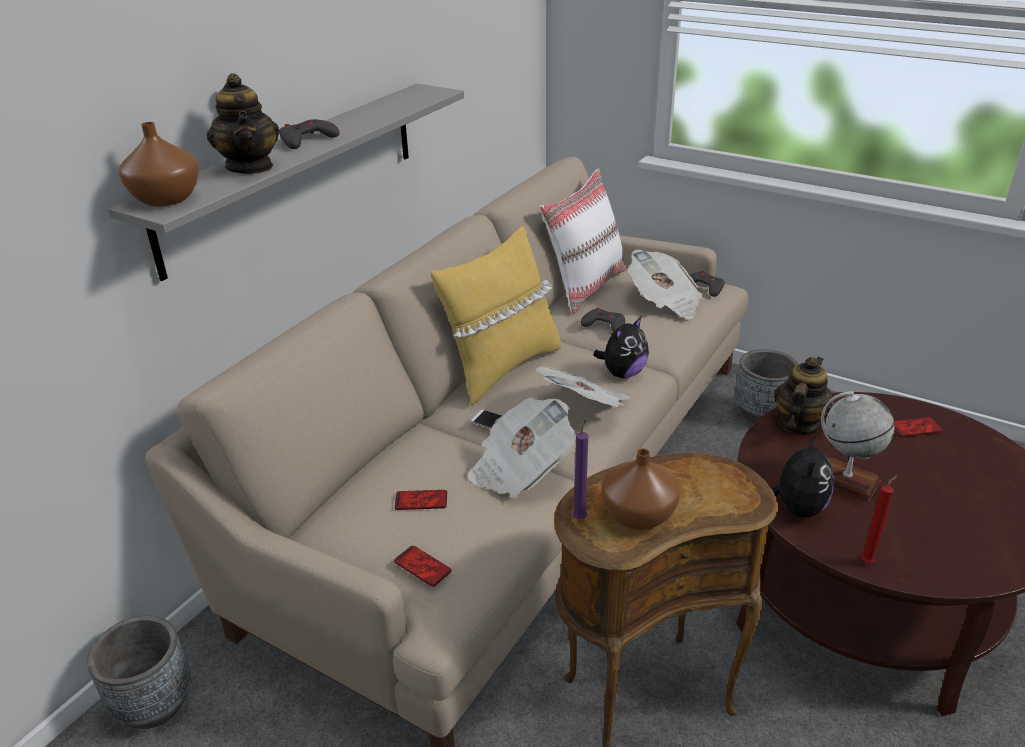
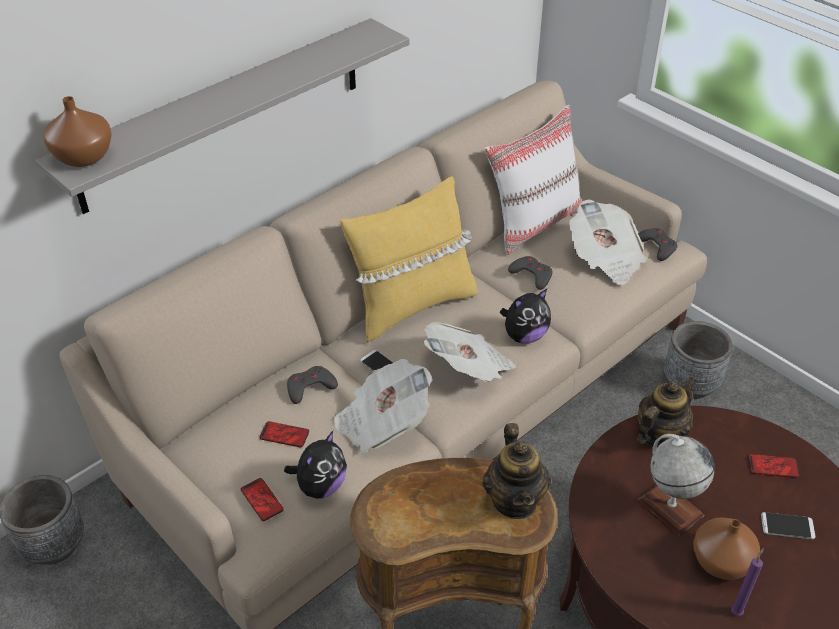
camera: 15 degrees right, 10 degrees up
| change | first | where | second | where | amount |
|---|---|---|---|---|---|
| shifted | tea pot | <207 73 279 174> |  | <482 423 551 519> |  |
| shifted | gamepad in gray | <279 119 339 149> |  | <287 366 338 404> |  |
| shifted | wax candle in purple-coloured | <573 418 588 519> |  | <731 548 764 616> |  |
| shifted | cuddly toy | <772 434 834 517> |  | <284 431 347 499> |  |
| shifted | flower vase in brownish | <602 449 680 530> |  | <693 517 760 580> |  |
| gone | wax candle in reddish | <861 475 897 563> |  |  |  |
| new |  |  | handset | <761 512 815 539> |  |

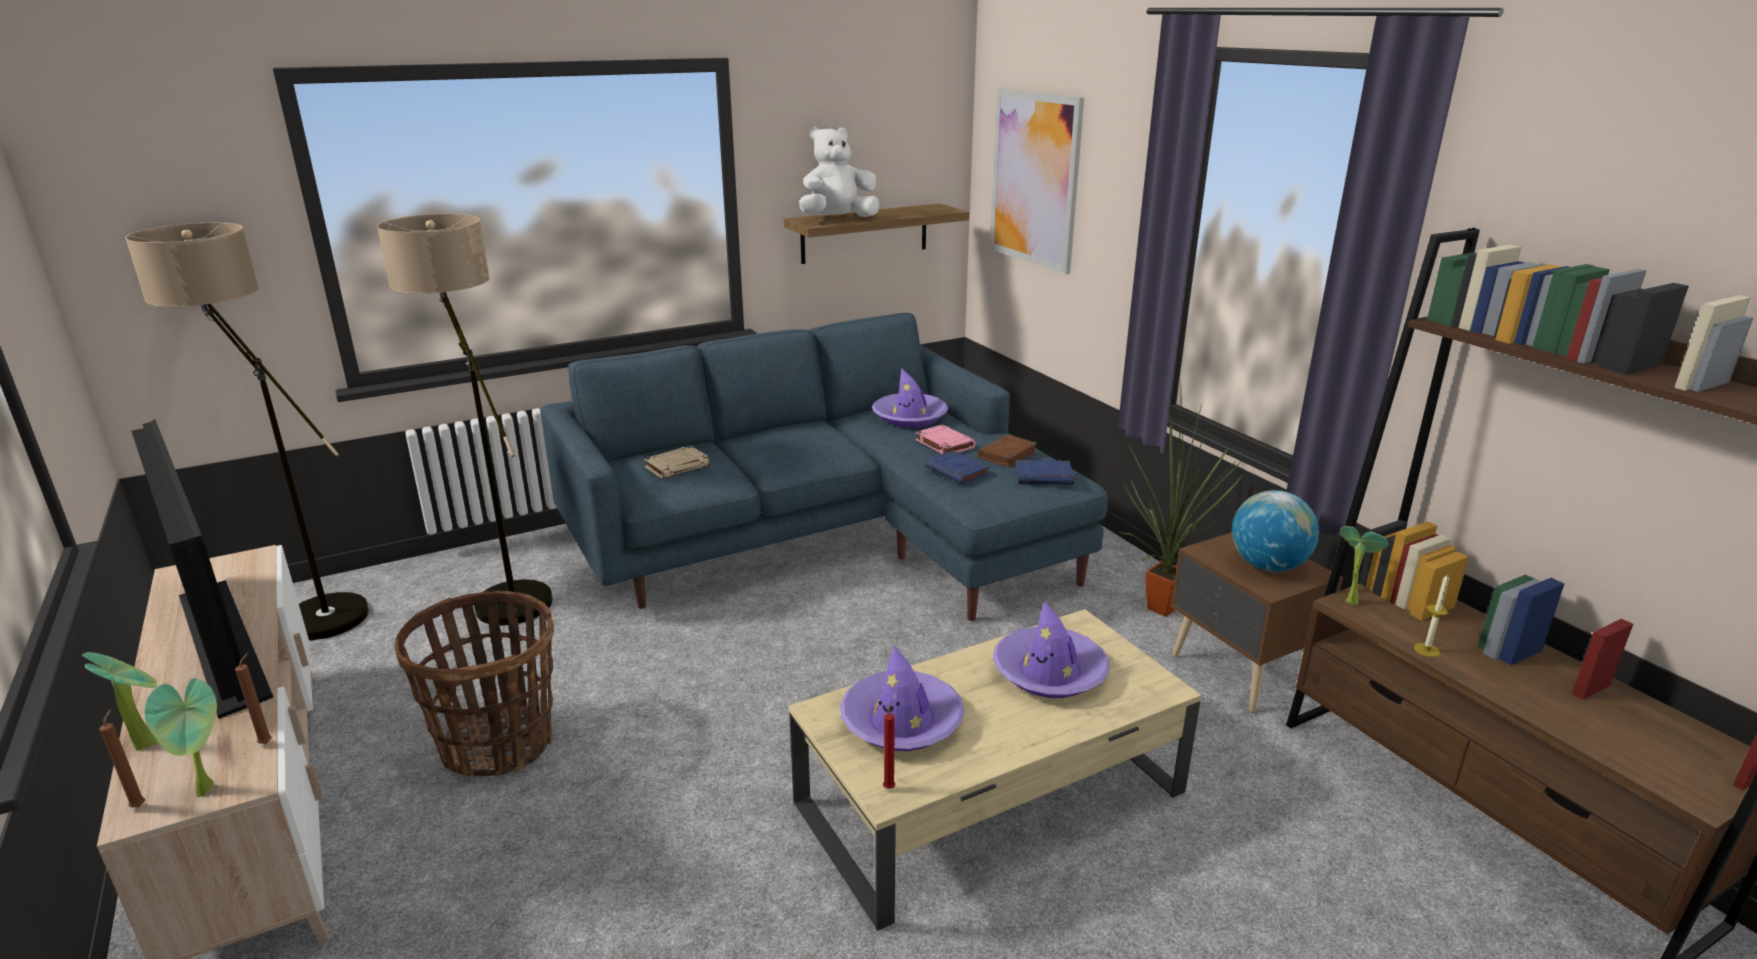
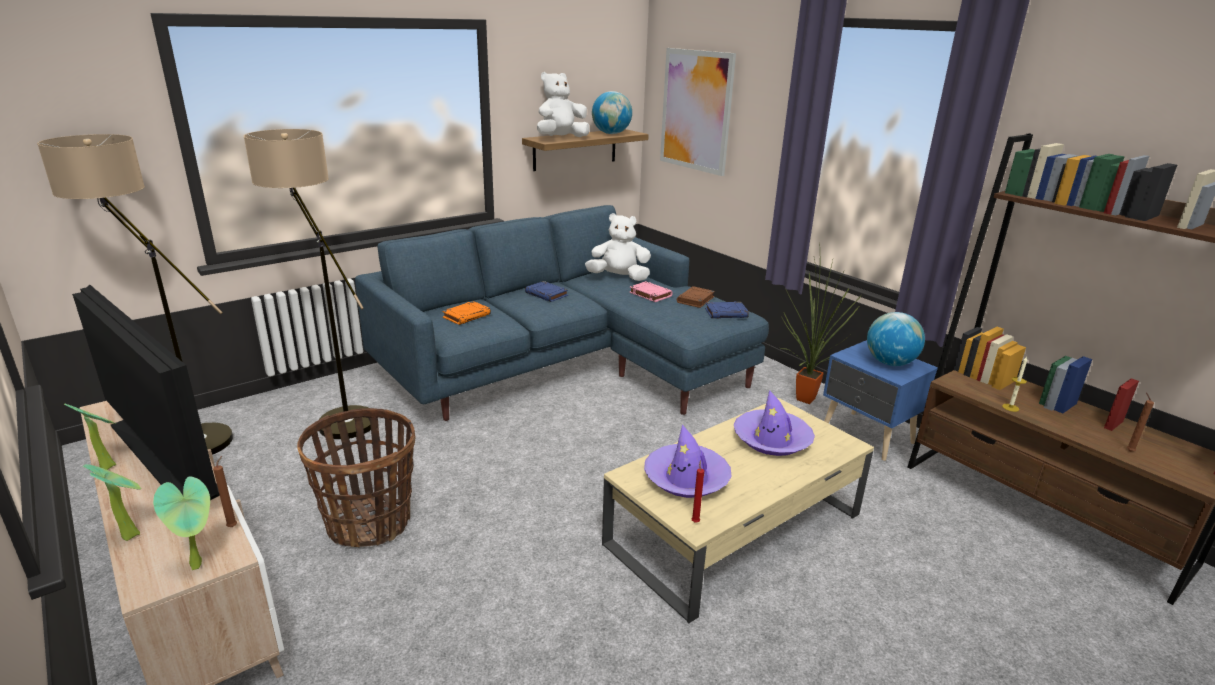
camera: 10 degrees left, 0 degrees up
| change | first | where | second | where | amount |
|---|---|---|---|---|---|
| swapped | hat in purple-coloured | <872 368 948 428> | cuddly toy in white | <585 213 651 281> |  |
| repainted | bound book in beige | <644 445 710 479> | bound book in orange-coloured | <442 301 491 325> |  |
| shifted | bound book in blue-coloured | <925 450 990 485> |  | <525 281 568 302> |  |
| shifted | potted plant | <1340 526 1388 606> |  | <64 404 116 470> |  |
| repainted | nightstand in brownish | <1171 532 1343 712> | nightstand in blue-coloured | <823 340 938 461> |  |
| shifted | wax candle in brownish | <99 709 145 807> |  | <1127 393 1154 452> |  |
| new |  |  | world globe | <592 91 632 134> |  |

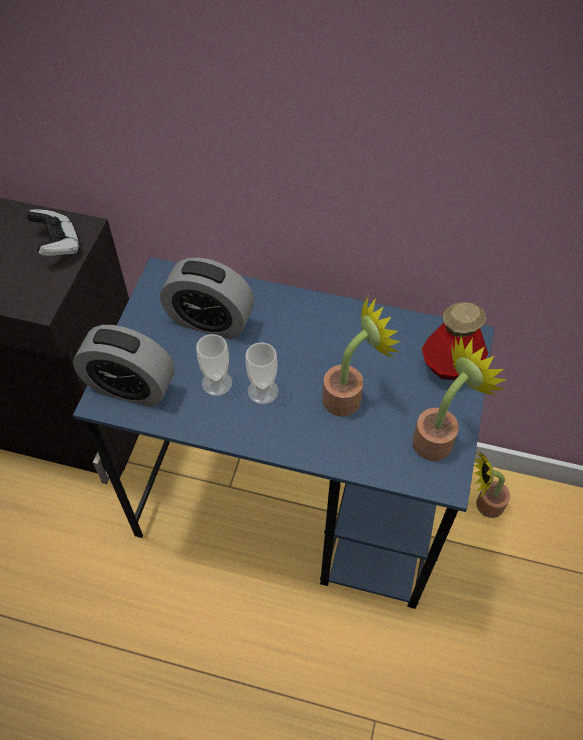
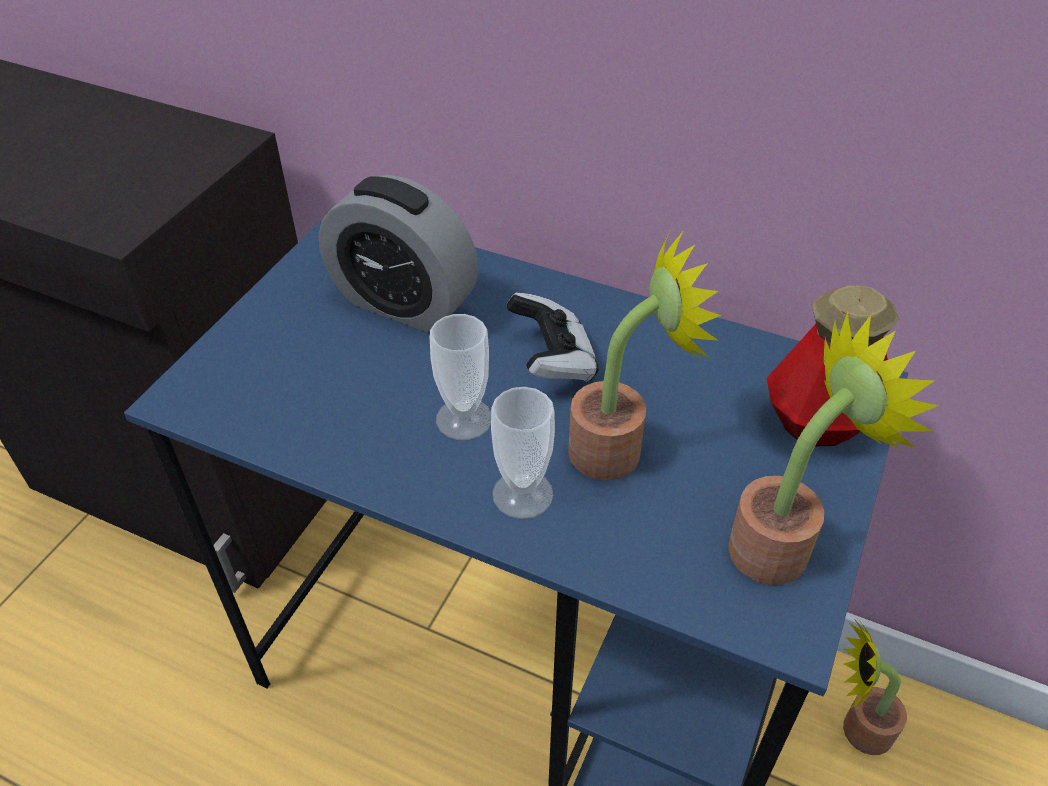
camera: 10 degrees right, 10 degrees down
| change | first | where | second | where | amount |
|---|---|---|---|---|---|
| shifted | gamepad | <26 209 80 256> |  | <506 292 598 382> |  |
| gone | bedside clock | <73 325 175 407> |  |  |  |
| shifted | cup | <196 334 232 396> |  | <491 387 555 519> |  |

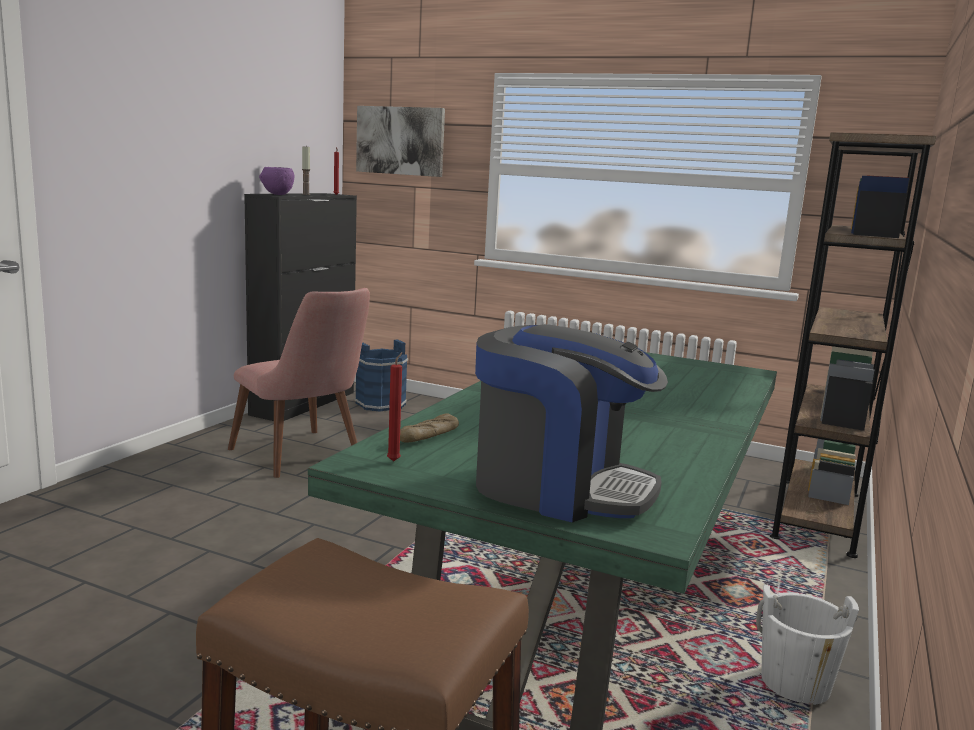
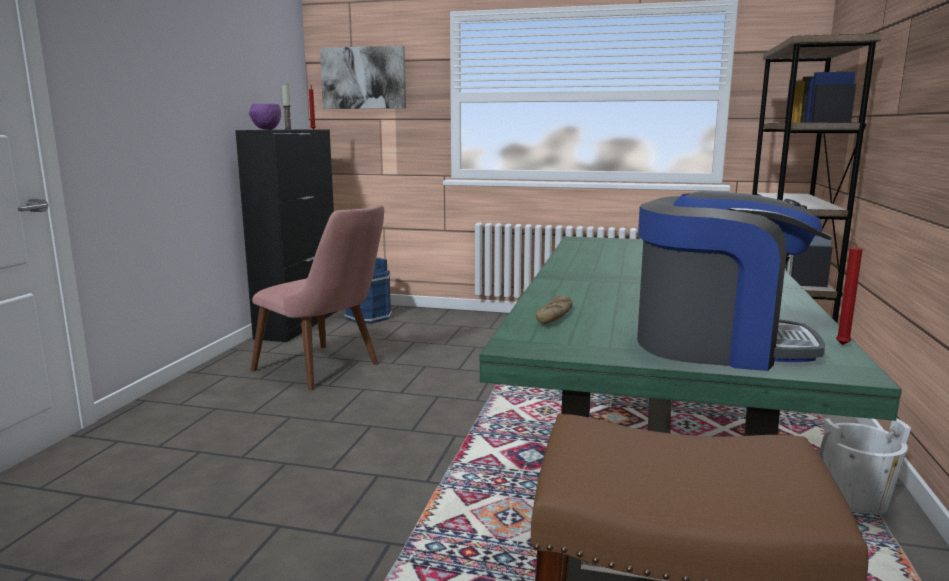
camera: 10 degrees left, 0 degrees up
| change | first | where | second | where | amount |
|---|---|---|---|---|---|
| shifted | wax candle in reddish | <387 352 402 461> |  | <836 235 863 345> |  |

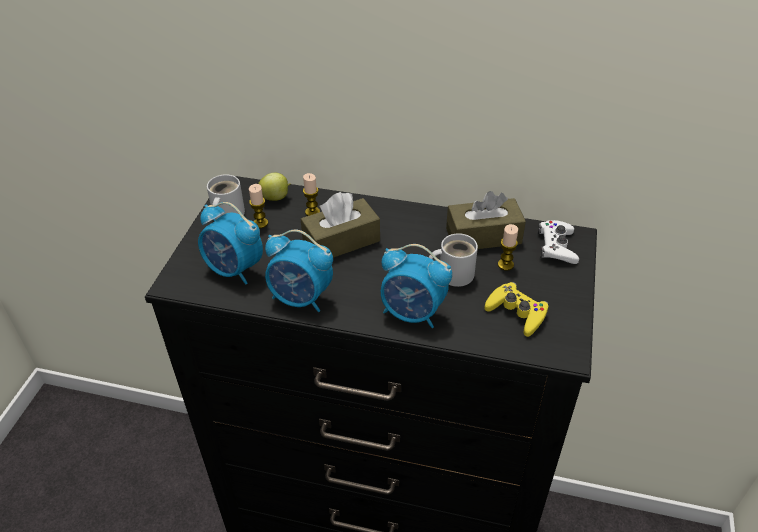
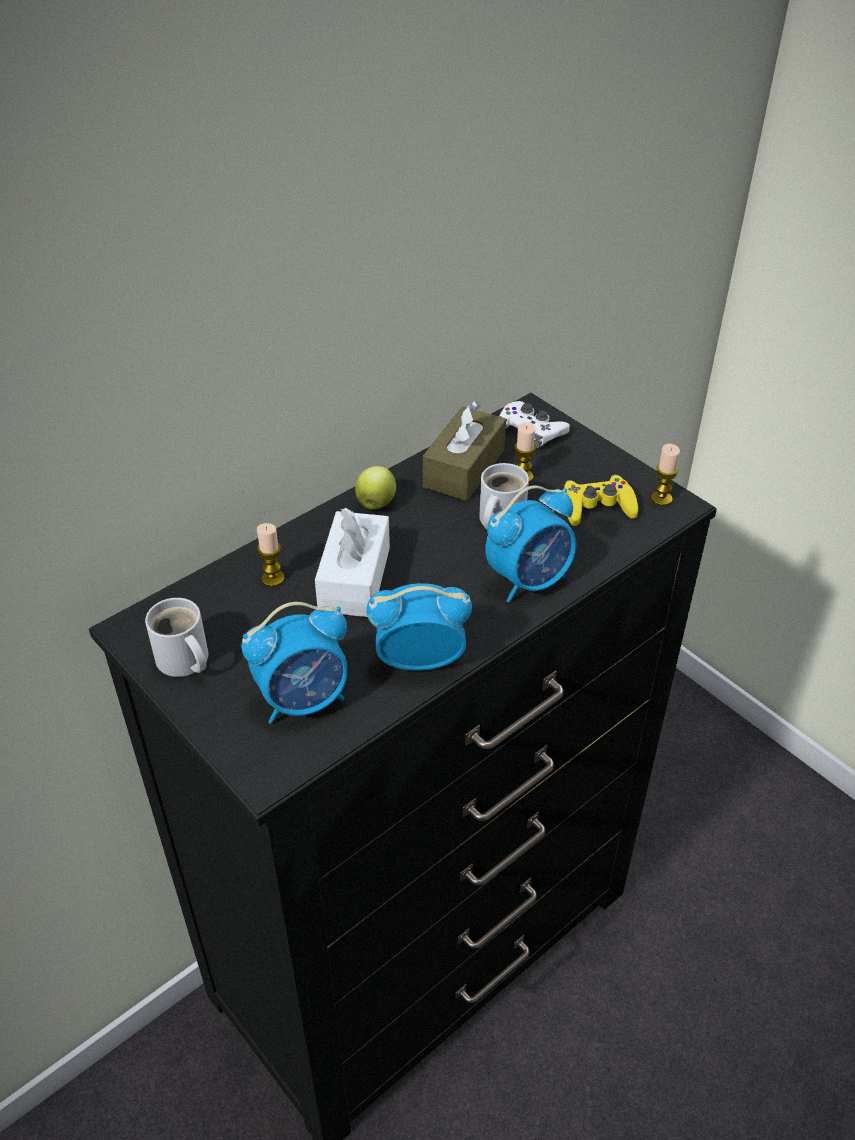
camera: 55 degrees left, 0 degrees up
| change | first | where | second | where | amount |
|---|---|---|---|---|---|
| shifted | apple | <258 173 291 201> |  | <355 466 396 510> |  |
| shifted | wax candle | <249 184 268 228> |  | <651 444 680 506> |  |
| repainted | tissue holder in brownish | <300 192 380 258> | tissue holder in white | <315 508 390 617> |  |
| rotated | bedside clock | <265 229 333 312> |  | <367 583 472 671> | 150 degrees counterclockwise |

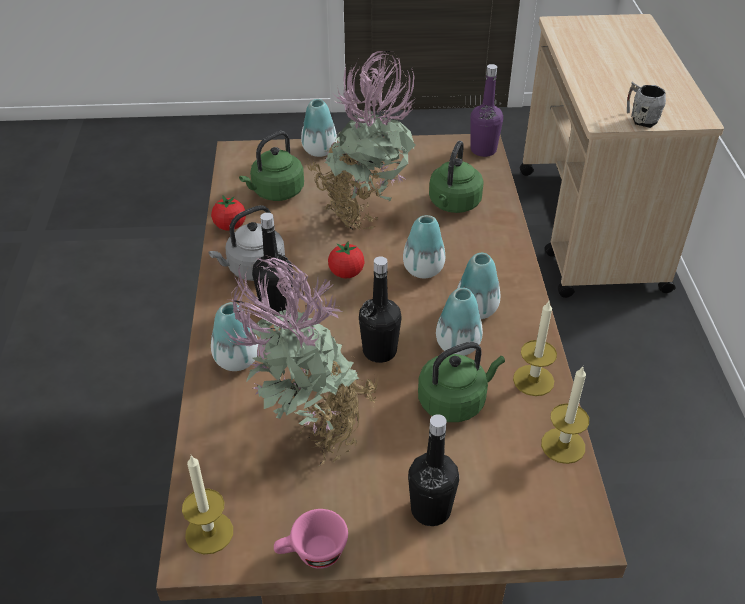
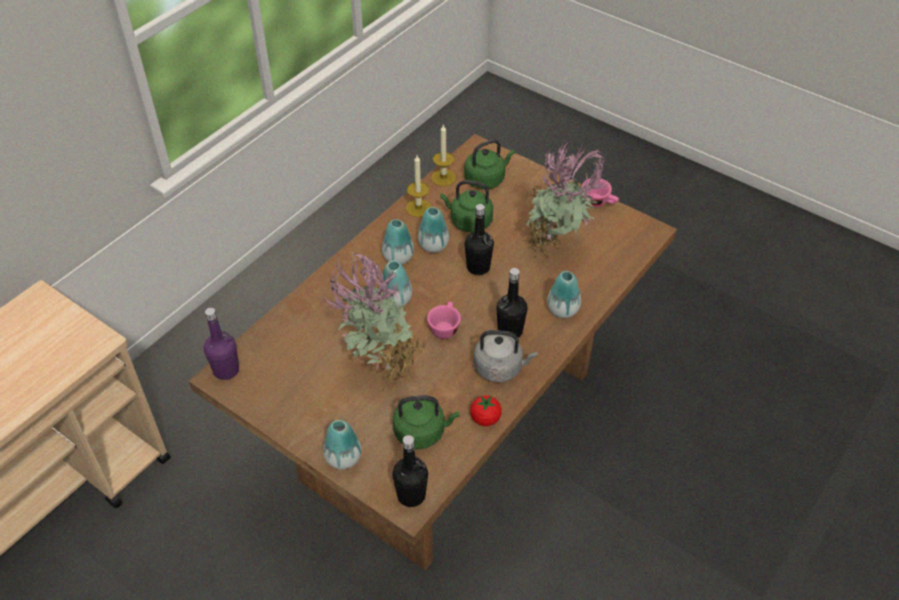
camera: 140 degrees left, 5 degrees up
| change | first | where | second | where | amount |
|---|---|---|---|---|---|
| gone | mug in gray | <627 81 666 128> |  |  |  |
| shifted | kettle in greenish | <429 141 484 213> |  | <464 139 515 189> |  |
| swapped | fresh tomato | <328 241 364 278> | cup in pink-coloured | <427 302 461 339> |  |
| shifted | beverage bottle in blackish | <408 414 459 526> |  | <393 435 428 507> |  |
| gone | wax candle | <182 455 233 554> |  |  |  |

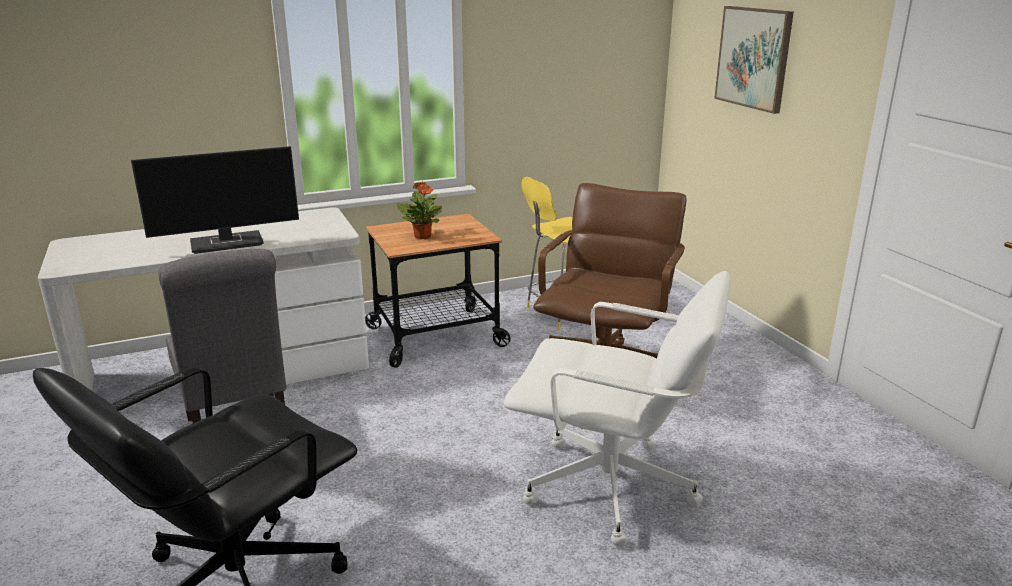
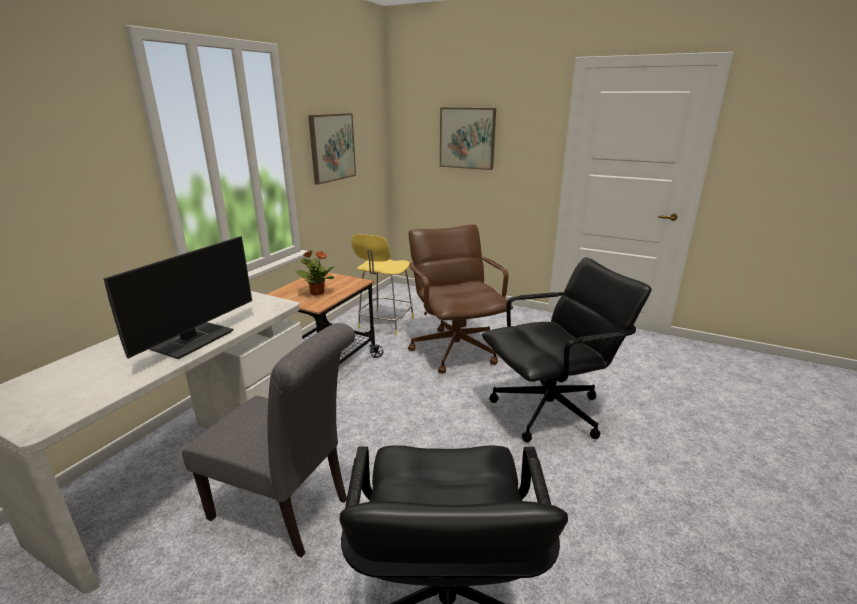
camera: 40 degrees left, 0 degrees up
| change | first | where | second | where | amount |
|---|---|---|---|---|---|
| repainted | computer chair in white | <504 271 730 546> | computer chair in blackish | <482 257 652 442> |  |
| new |  |  | picture | <308 113 356 185> |  |

